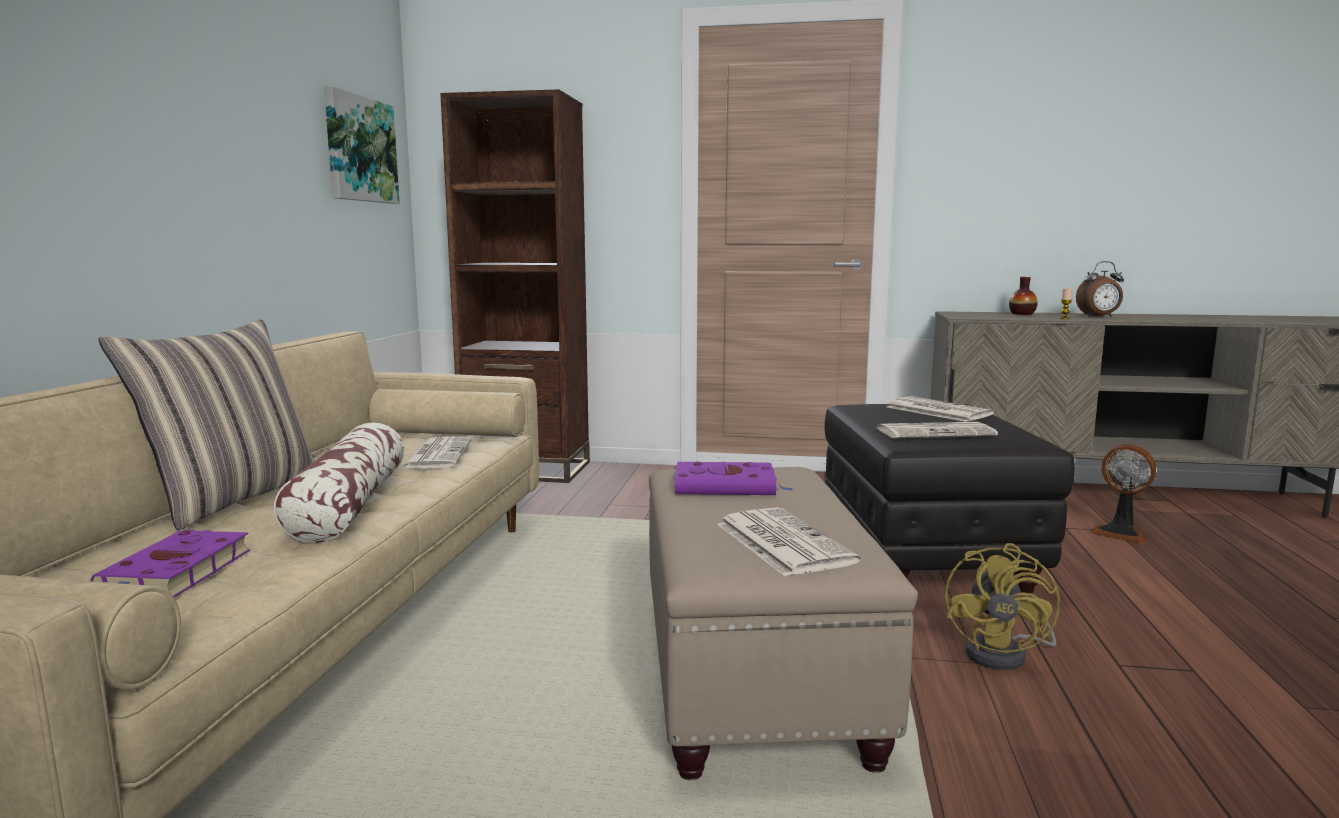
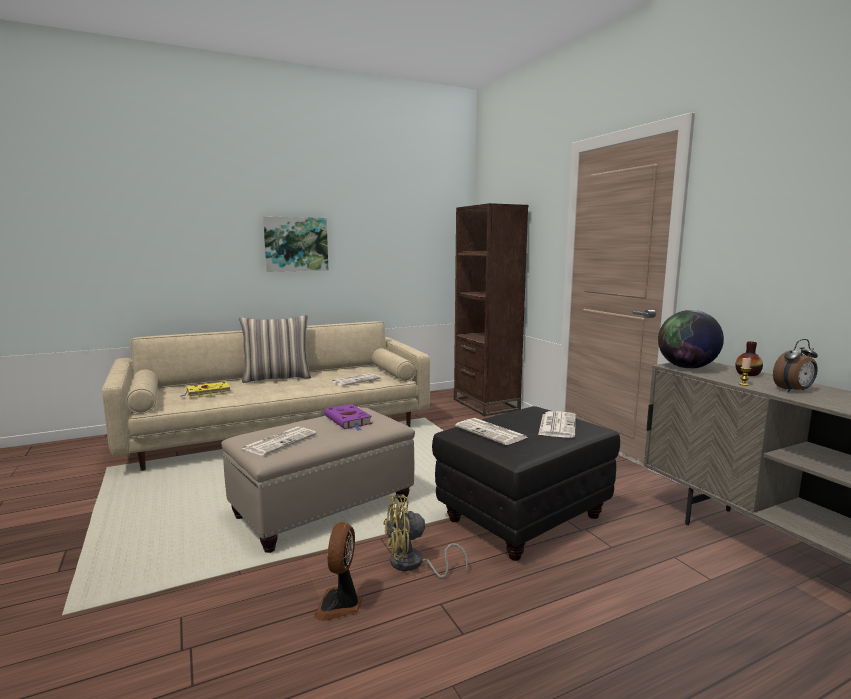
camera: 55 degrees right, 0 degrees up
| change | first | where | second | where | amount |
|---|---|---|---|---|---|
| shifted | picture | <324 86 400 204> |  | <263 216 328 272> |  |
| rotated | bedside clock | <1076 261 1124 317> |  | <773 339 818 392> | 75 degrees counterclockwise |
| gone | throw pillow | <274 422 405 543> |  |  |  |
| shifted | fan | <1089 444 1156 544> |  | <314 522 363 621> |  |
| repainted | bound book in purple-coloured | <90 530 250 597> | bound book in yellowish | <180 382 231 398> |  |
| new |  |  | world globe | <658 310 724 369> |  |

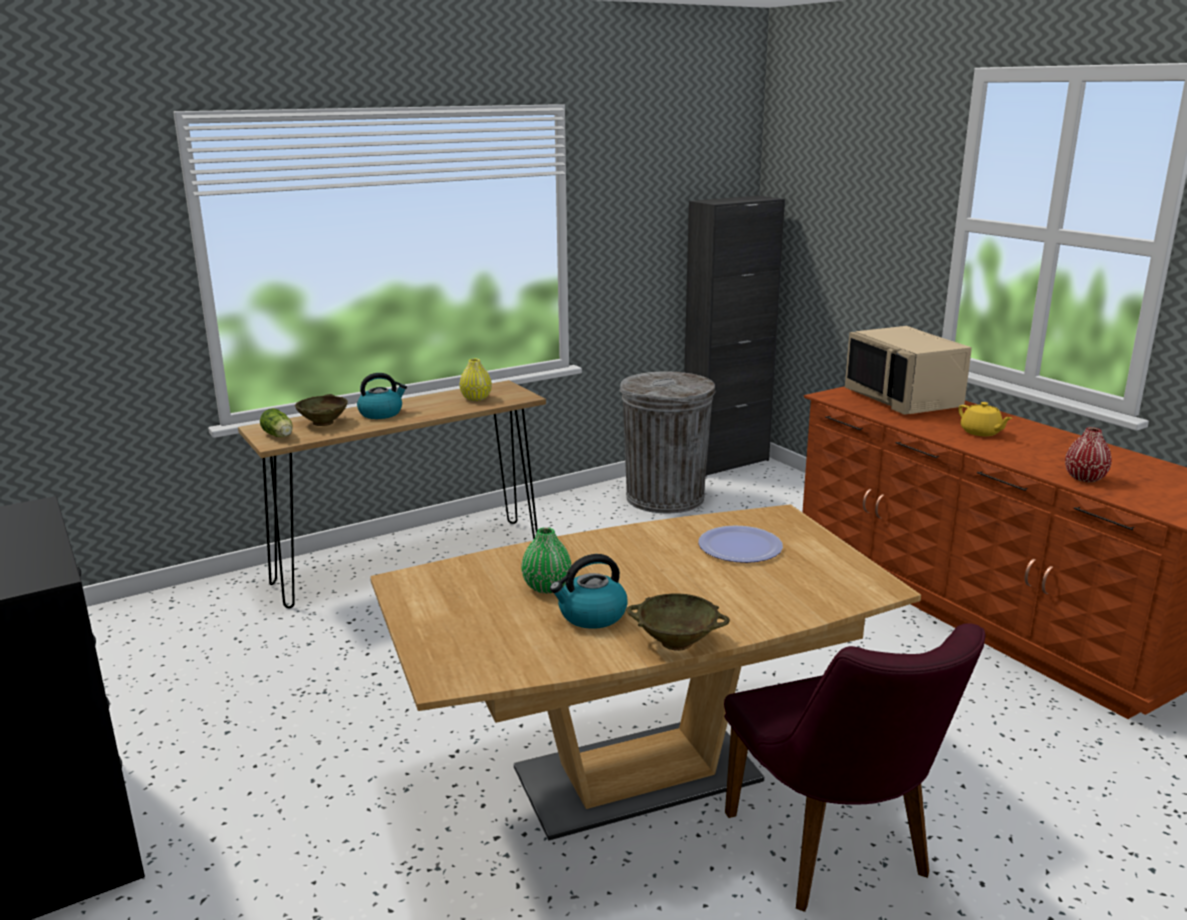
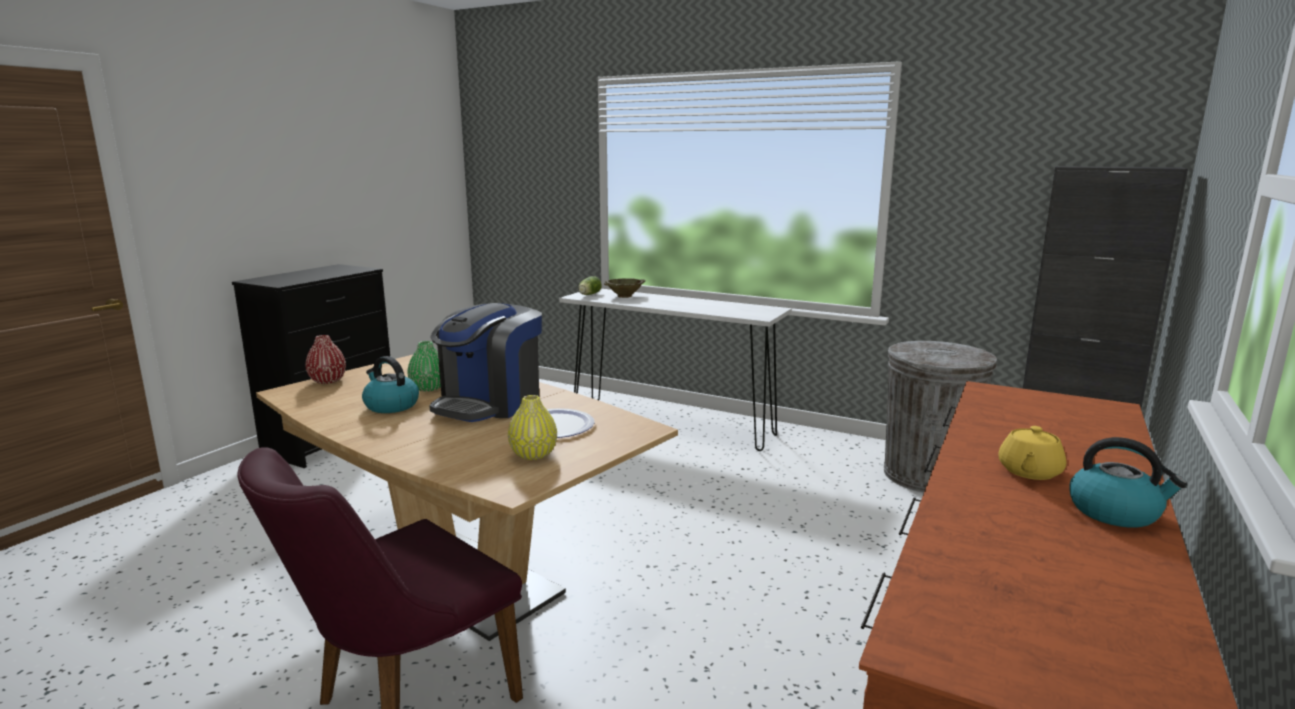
camera: 60 degrees right, 5 degrees down
| change | first | where | second | where | amount |
|---|---|---|---|---|---|
| gone | microwave in beige | <845 326 972 415> |  |  |  |
| shifted | flower vase in yellowish | <459 359 492 401> |  | <508 395 557 460> |  |
| shifted | kettle | <357 373 407 419> |  | <1070 437 1187 528> |  |
| repainted | hall table in brownish | <238 380 546 608> | hall table in white | <559 289 792 451> |  |
| shifted | flower vase in reddish | <1065 427 1112 482> |  | <305 335 346 384> |  |
| gone | serving bowl in beige | <627 593 730 651> |  |  |  |
| new |  |  | coffee maker | <429 303 542 422> |  |

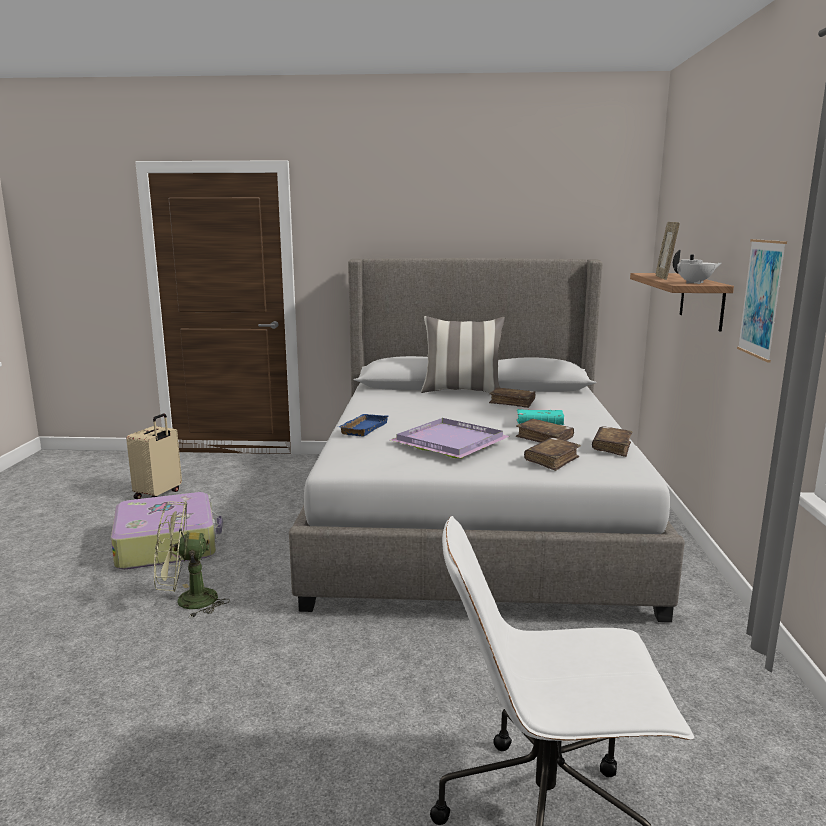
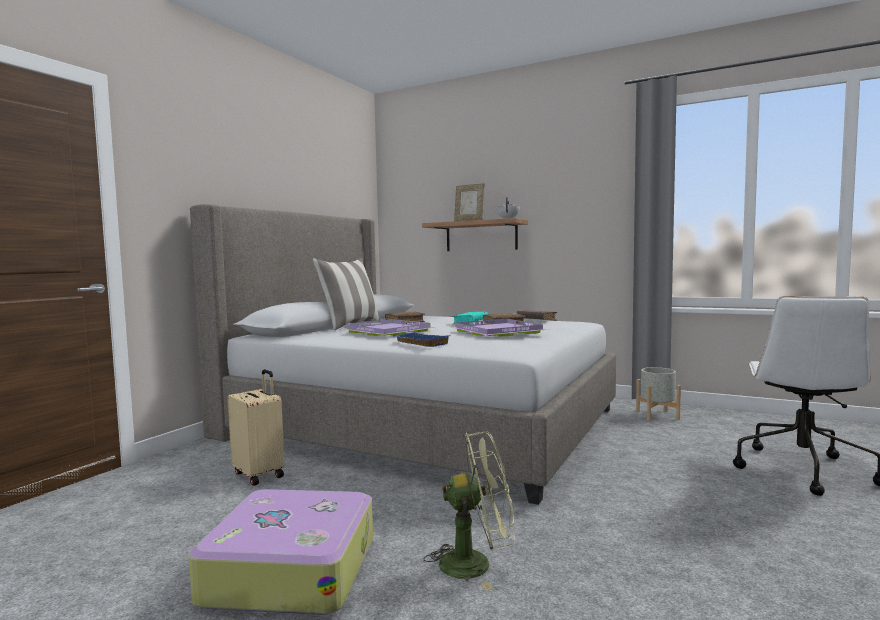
camera: 65 degrees left, 10 degrees down
| change | first | where | second | where | amount |
|---|---|---|---|---|---|
| gone | picture | <737 239 787 362> |  |  |  |
| shifted | travel case in beige | <126 414 182 499> |  | <228 369 285 486> |  |
| gone | bound book in brownish | <524 437 581 471> |  |  |  |
| rotated | fan in greenish | <154 501 230 618> |  | <424 431 515 591> | 105 degrees counterclockwise |
| new |  |  | serving tray in purple-coloured | <343 319 436 336> |  |
| new |  |  | plant pot in gray | <636 367 681 421> |  |

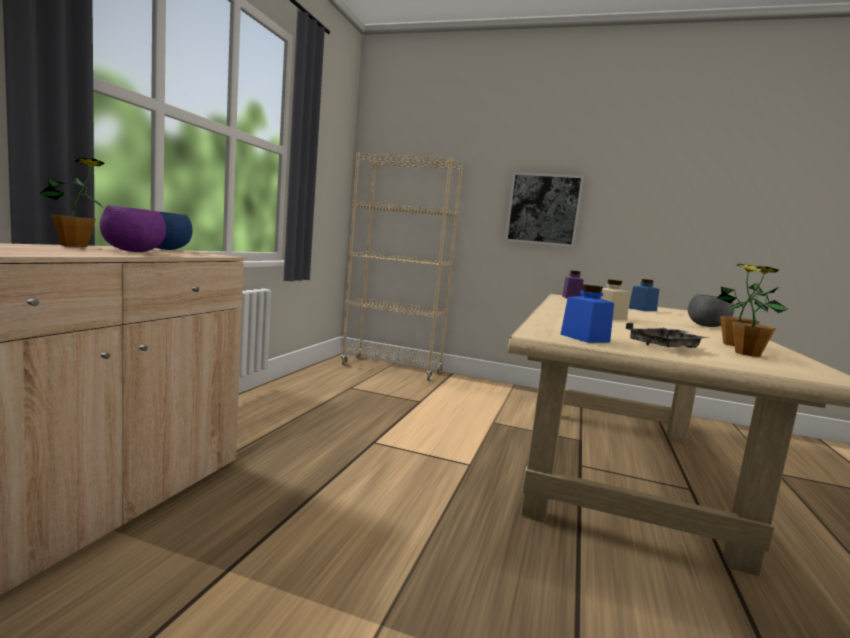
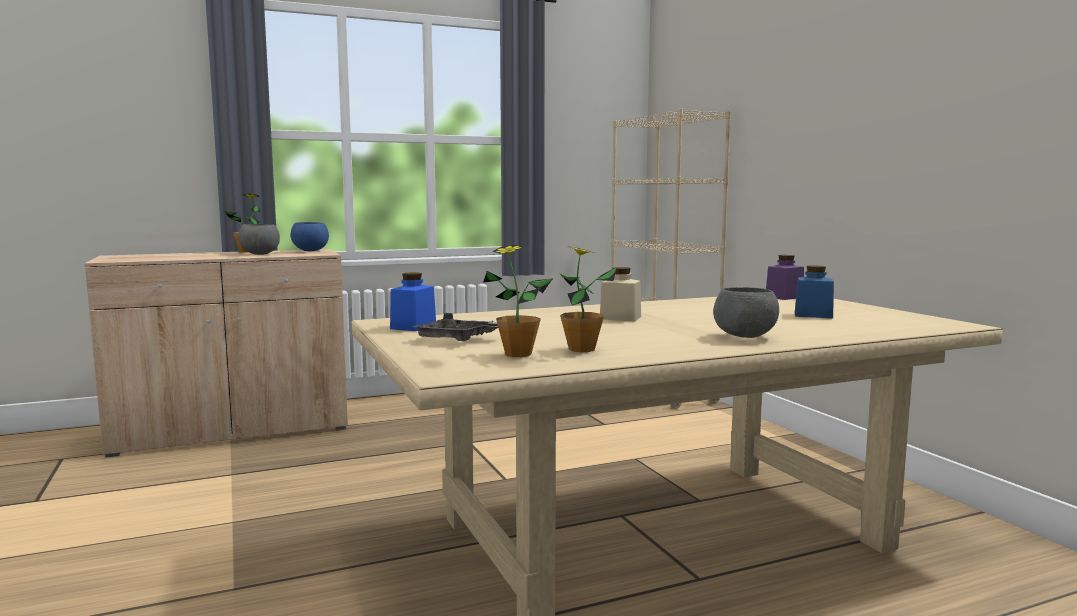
camera: 50 degrees right, 0 degrees up
| change | first | where | second | where | amount |
|---|---|---|---|---|---|
| gone | picture | <505 172 584 247> |  |  |  |
| repainted | serving bowl in purple-coloured | <100 205 166 252> | serving bowl in gray | <238 224 280 255> |  |

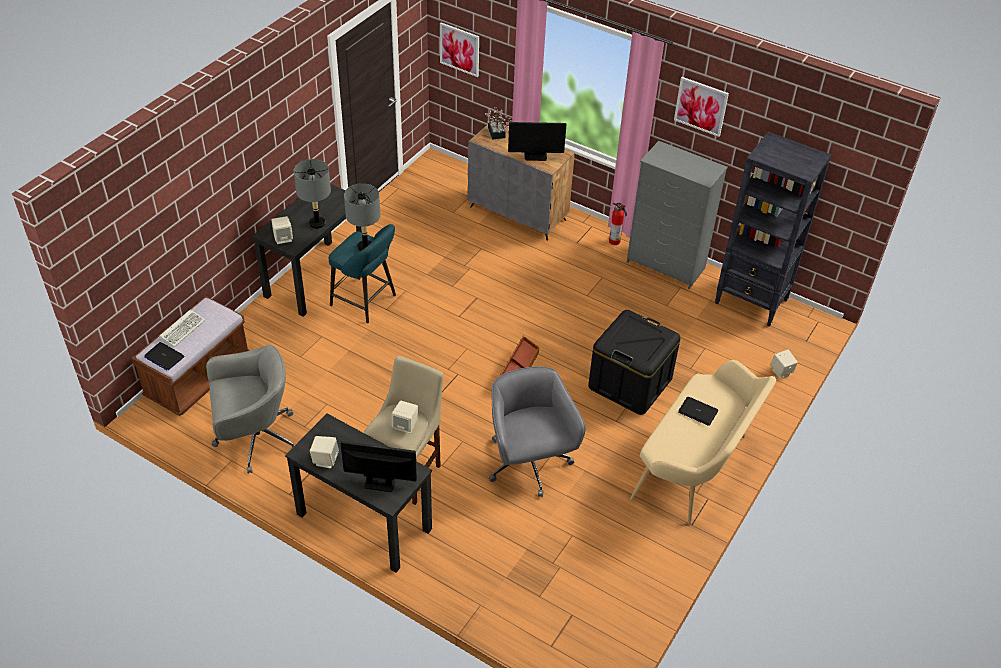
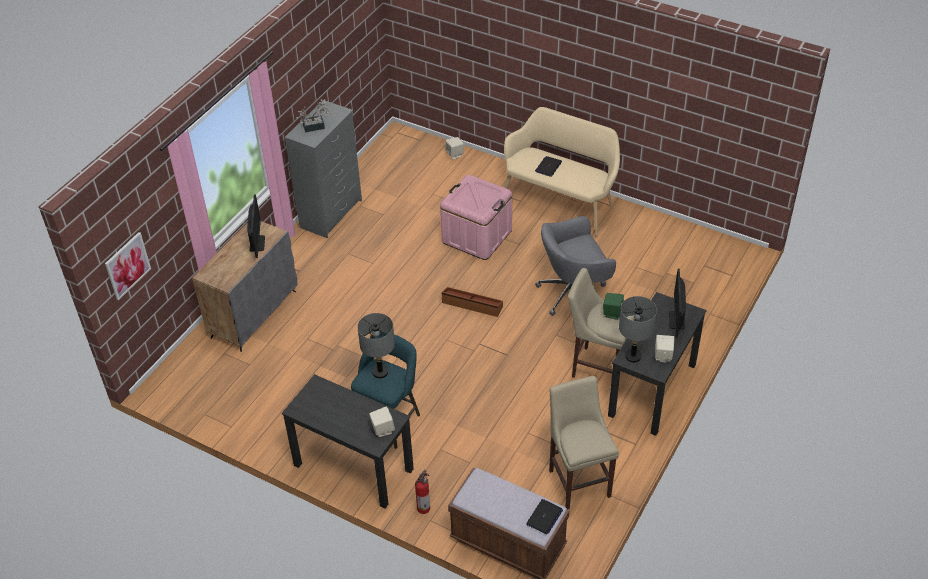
camera: 90 degrees left, 0 degrees up
| change | first | where | second | where | amount |
|---|---|---|---|---|---|
| gone | picture | <674 77 729 137> |  |  |  |
| shifted | potted plant | <485 107 512 140> |  | <296 99 331 132> |  |
| gone | shelving unit in blackish | <715 132 831 327> |  |  |  |
| shifted | lamp for a table in gray | <294 159 331 229> |  | <619 296 657 363> |  |
| shifted | fire-fighting cylinder | <609 202 627 245> |  | <415 470 430 514> |  |
| gone | keyboard | <159 309 205 347> |  |  |  |
| repainted | storage bin in blackish | <588 310 680 415> | storage bin in pink-coloured | <440 175 512 260> |  |
| swapped | computer chair in gray | <206 345 294 474> | sitting stool in beige | <549 376 619 510> |  |
| repainted | audio speaker in beige | <392 401 418 434> | audio speaker in greenish | <603 293 624 320> |  |

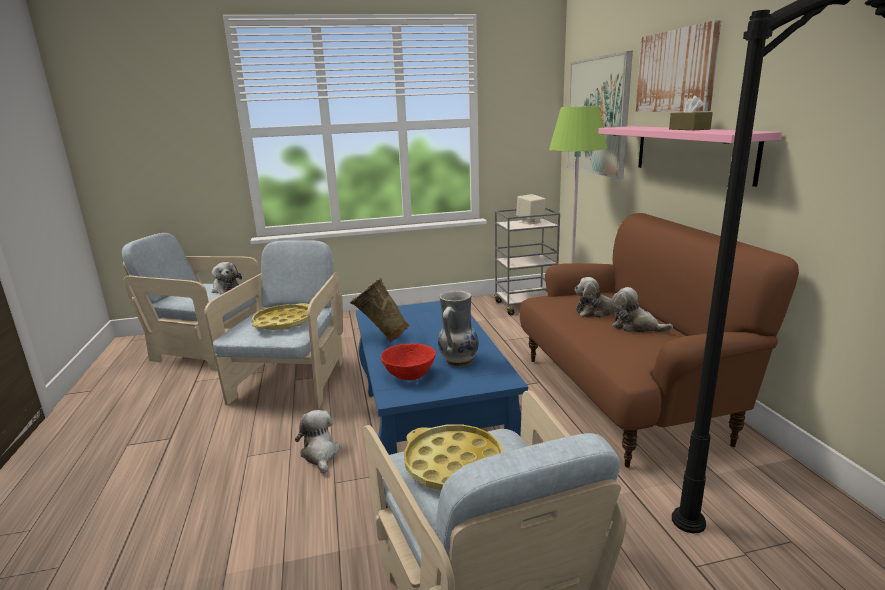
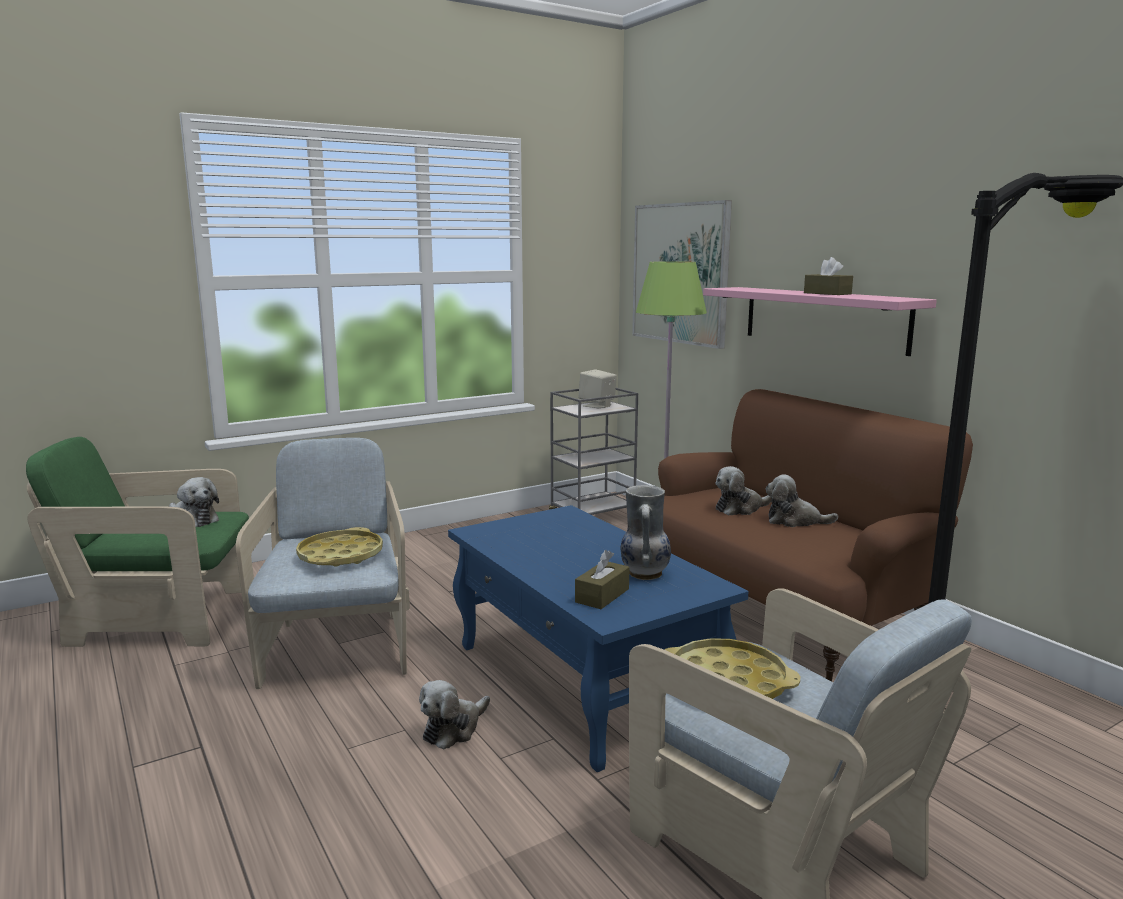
camera: 20 degrees left, 5 degrees down
| change | first | where | second | where | amount |
|---|---|---|---|---|---|
| gone | picture | <636 20 721 112> |  |  |  |
| repainted | armchair in beige | <122 233 260 371> | armchair in greenish | <26 437 249 647> |  |
| gone | flower vase in beige | <350 278 410 343> |  |  |  |
| swapped | serving bowl in reddish | <381 343 436 380> | tissue holder in brownish | <575 550 630 609> |  |
| rotated | cuddly toy | <295 410 340 474> |  | <419 680 490 750> | 105 degrees counterclockwise |

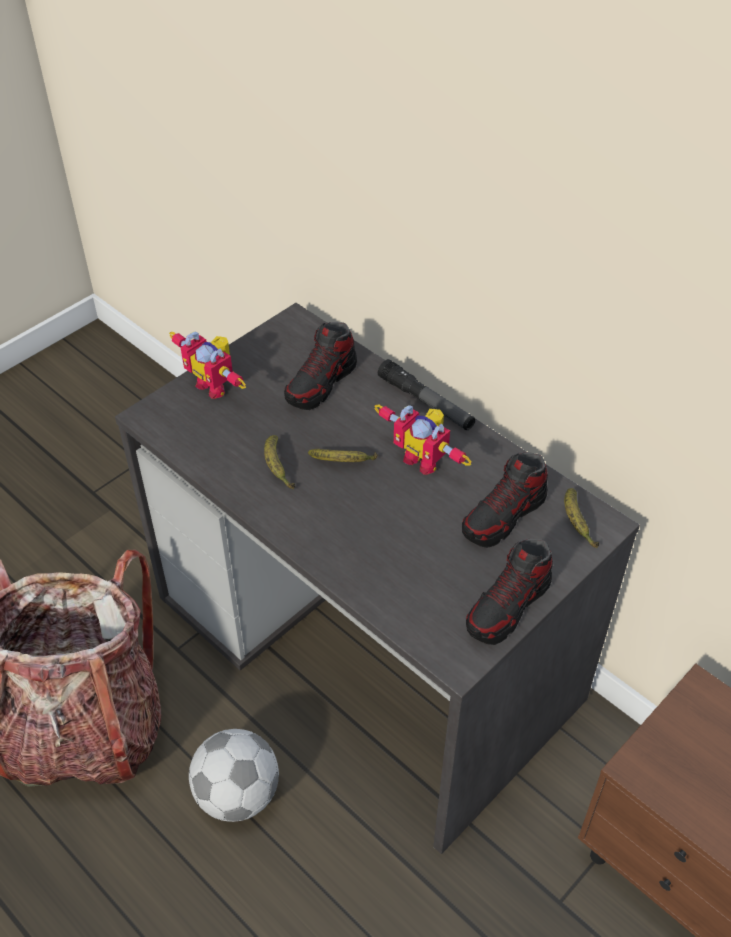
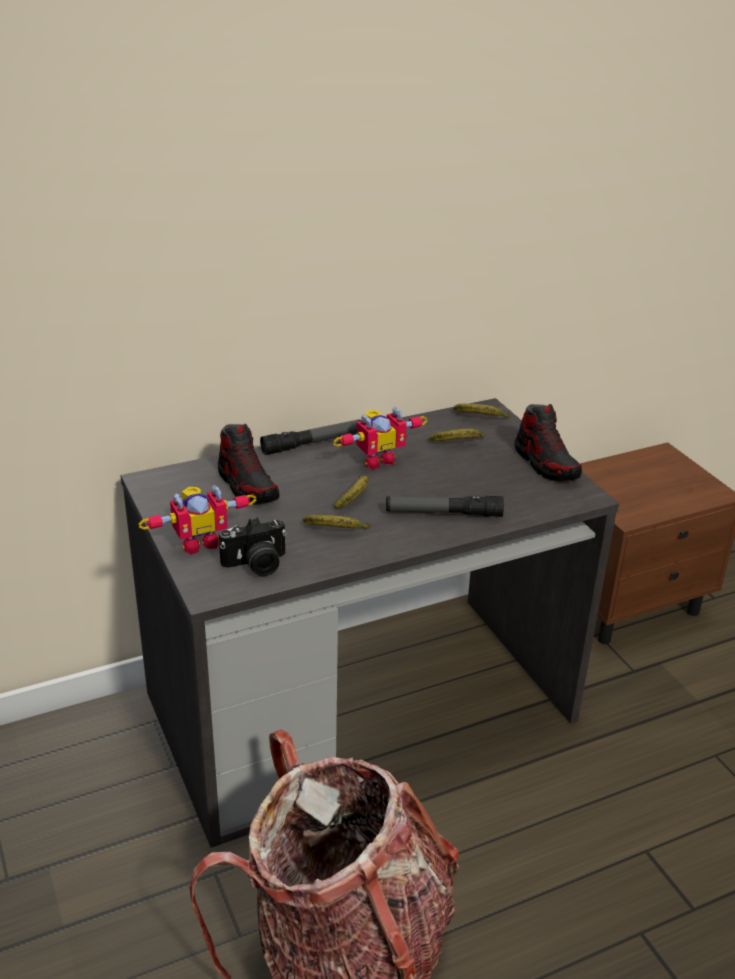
camera: 70 degrees left, 15 degrees down
| change | first | where | second | where | amount |
|---|---|---|---|---|---|
| swapped | low shoe | <462 452 548 548> | banana | <429 429 485 441> |  |
| gone | football ball | <189 729 279 822> |  |  |  |
| new |  |  | flashlight | <386 495 504 517> |  |
| new |  |  | still camera | <219 517 287 576> |  |

